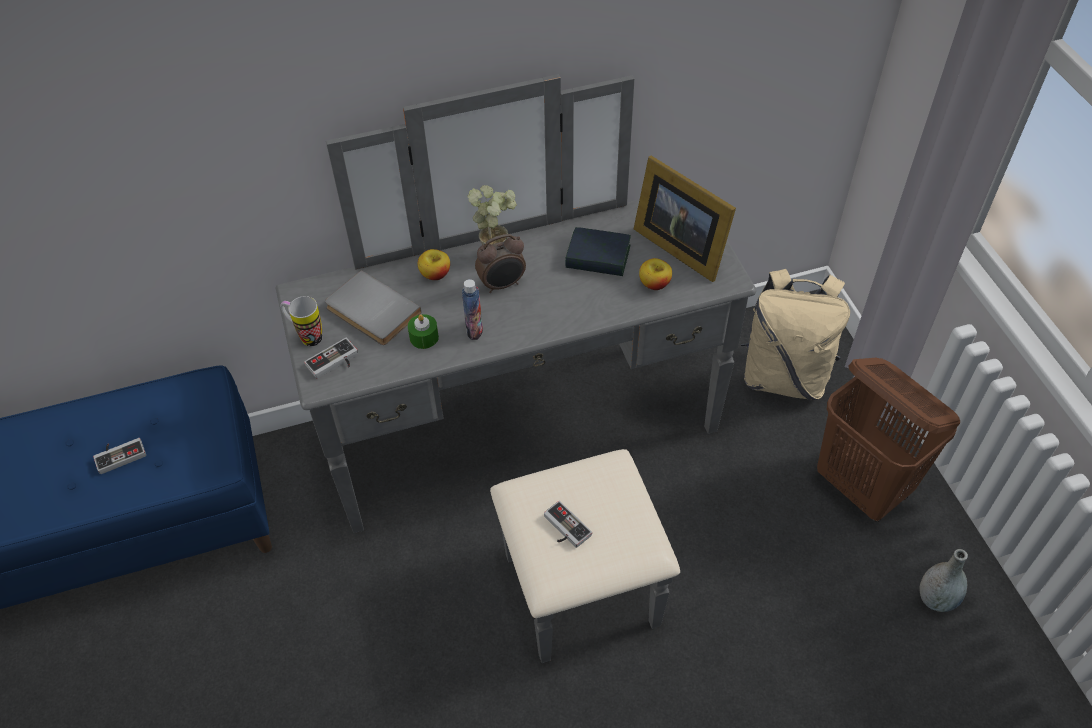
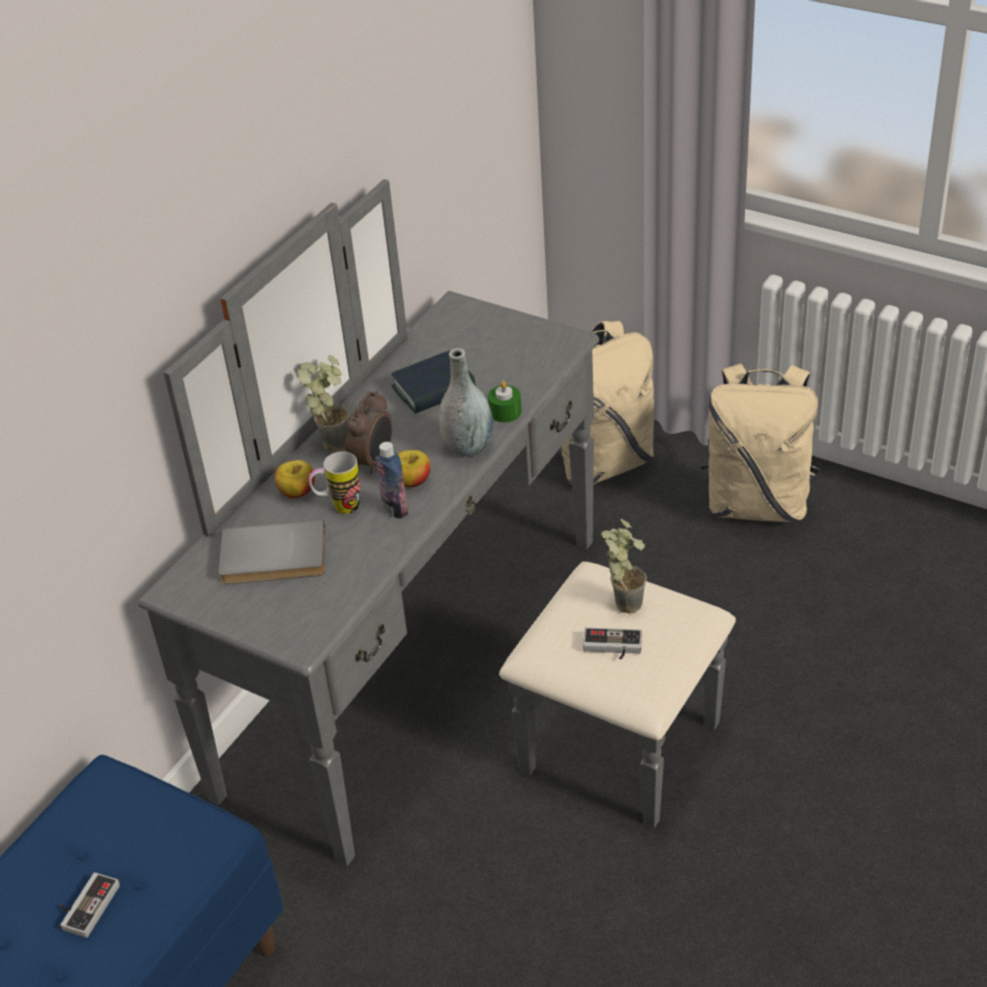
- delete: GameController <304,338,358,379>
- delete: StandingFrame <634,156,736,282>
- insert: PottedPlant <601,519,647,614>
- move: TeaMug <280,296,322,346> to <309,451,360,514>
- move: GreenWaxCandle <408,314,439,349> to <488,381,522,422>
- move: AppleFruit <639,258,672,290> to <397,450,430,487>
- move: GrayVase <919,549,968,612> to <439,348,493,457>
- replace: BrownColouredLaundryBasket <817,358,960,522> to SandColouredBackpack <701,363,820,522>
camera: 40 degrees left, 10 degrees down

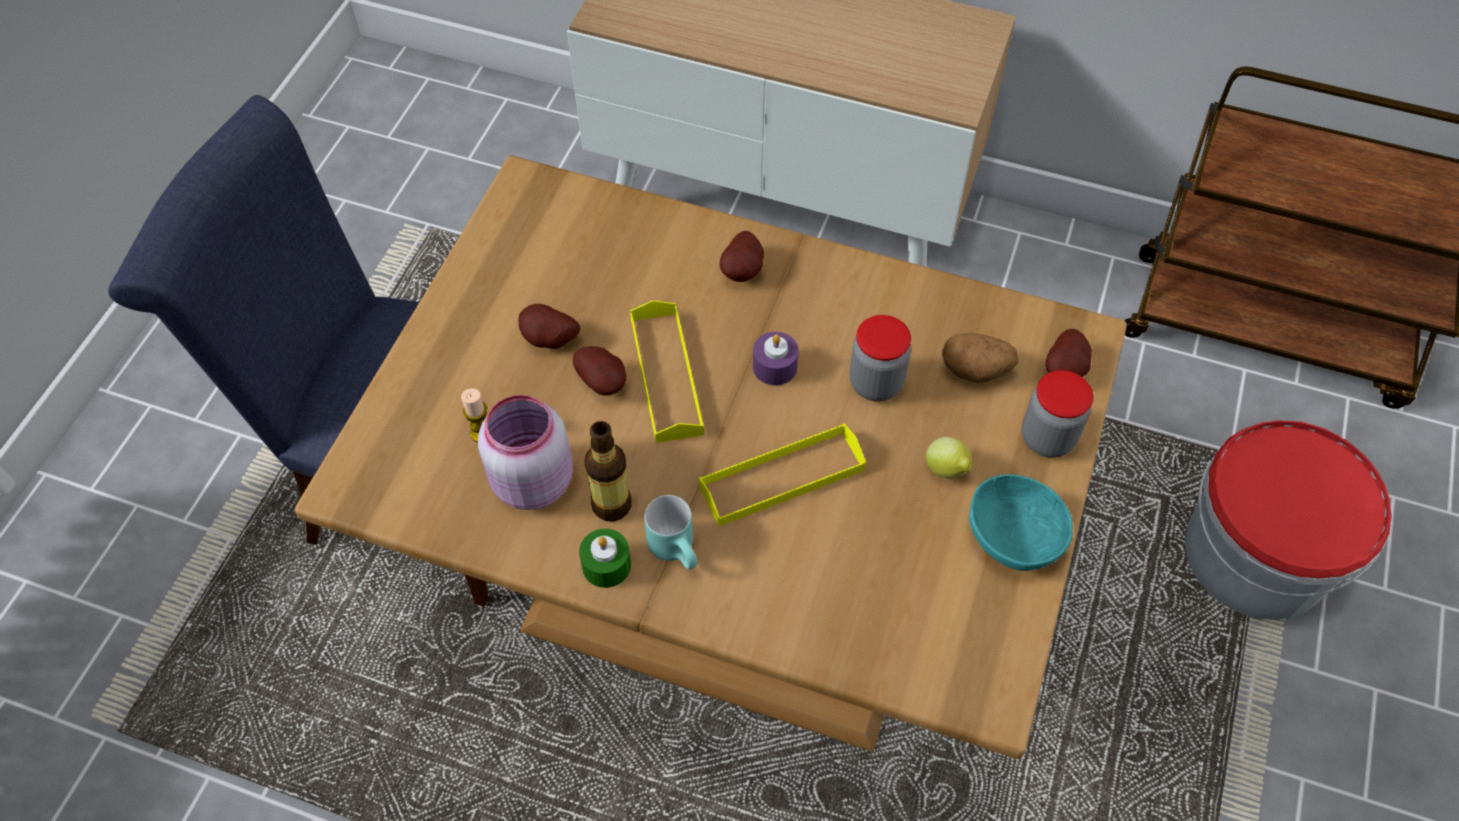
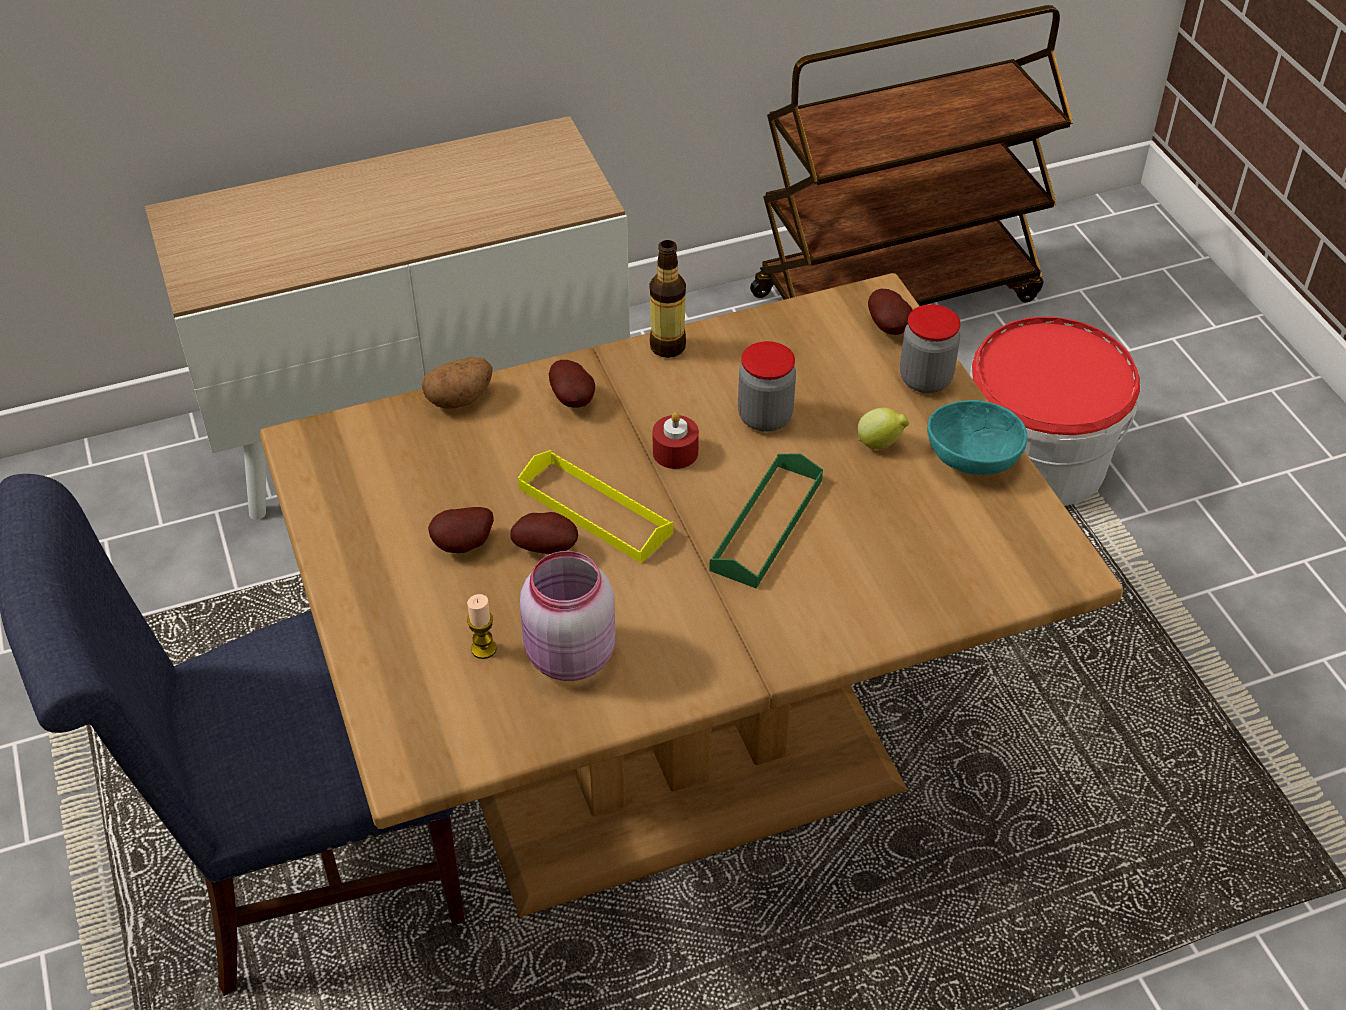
- delete: GreenWaxCandle <579,529,631,588>
- delete: TurquoiseColouredTeaMug <644,495,697,570>
- move: DrinkBottle <584,421,632,522> to <650,240,686,358>
- move: Potato <942,333,1019,383> to <422,357,493,409>
- recolor: YellowColouredServingTray <699,423,866,526> to GreenServingTray <709,453,823,588>
- recolor: PurplishWaxCandle <753,332,799,385> to ReddishWaxCandle <653,412,699,469>
camera: 40 degrees left, 10 degrees down

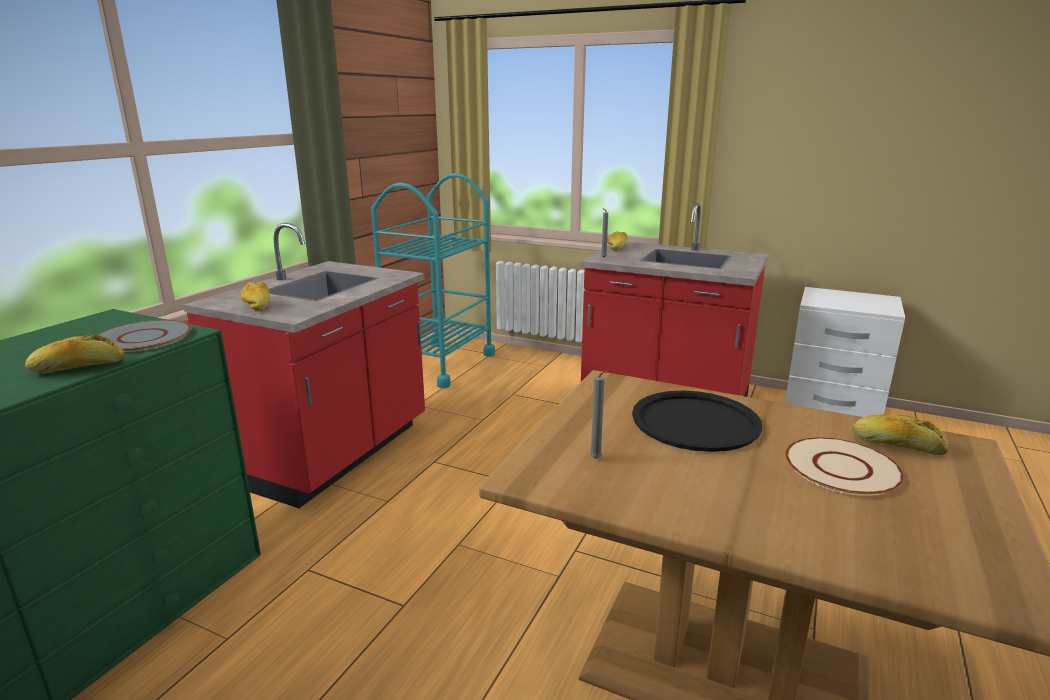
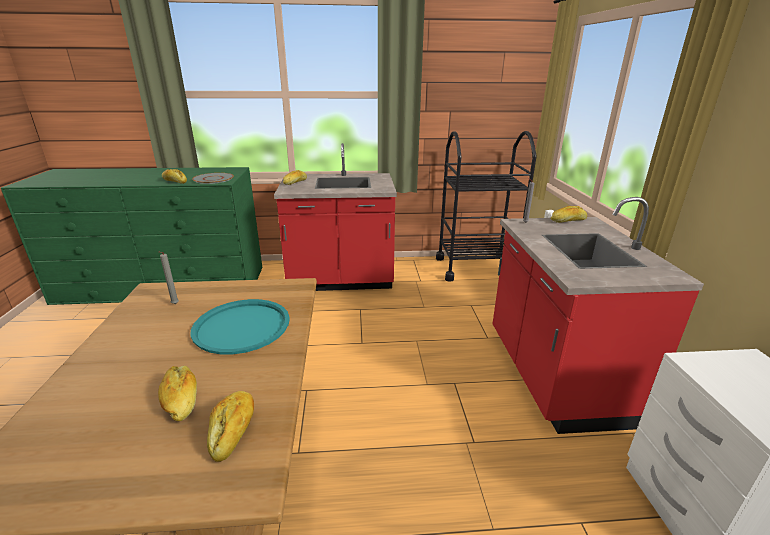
- replace: SandColouredPlate <785,437,904,496> to BakeryBread <158,366,197,421>
- recolor: TurquoiseColouredWheeledCart <371,173,495,388> to BlackColouredWheeledCart <436,131,537,282>
- recolor: BlackColouredServingTray <632,391,762,452> to TurquoiseColouredServingTray <190,299,290,354>
camera: 60 degrees right, 5 degrees up

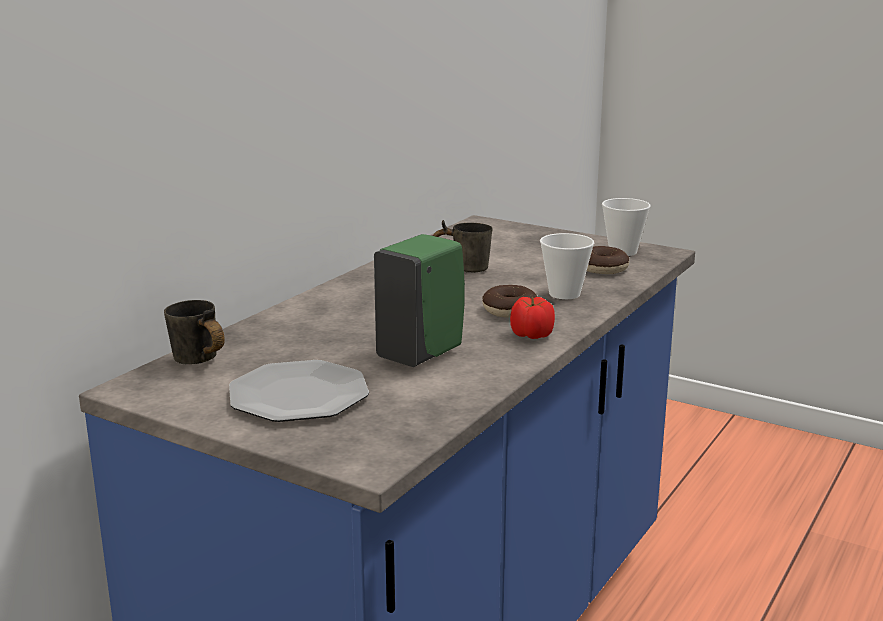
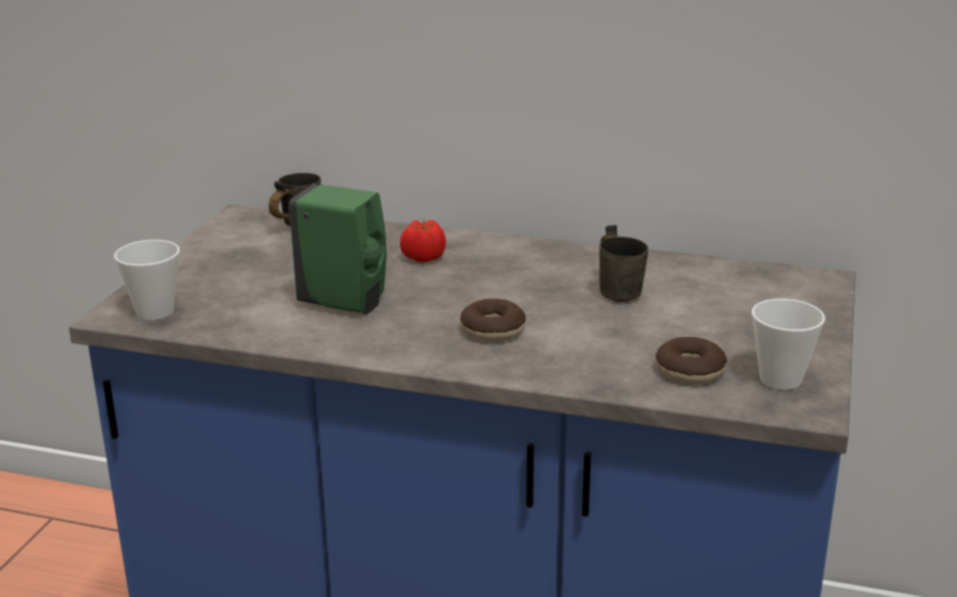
- delete: Plate <229,360,369,422>
- move: WholeTomato <510,297,555,339> to <400,220,446,263>
- move: Cup <540,233,594,299> to <114,240,180,320>
camera: 75 degrees right, 5 degrees up

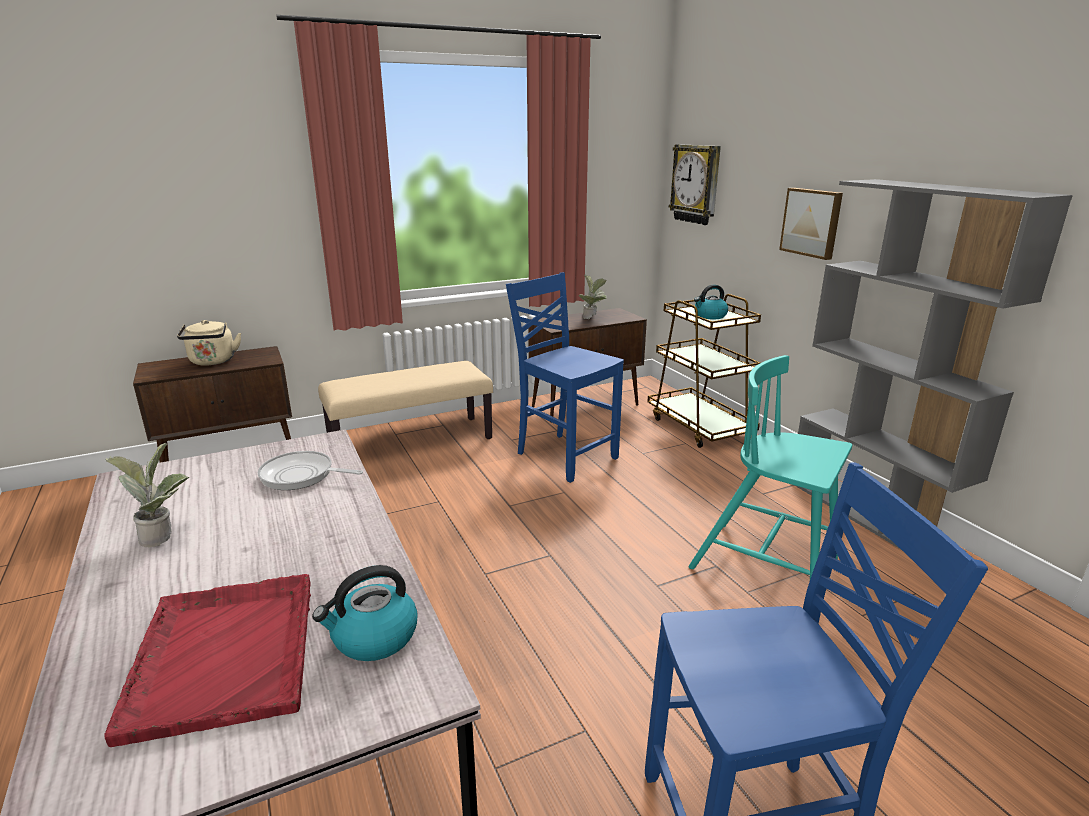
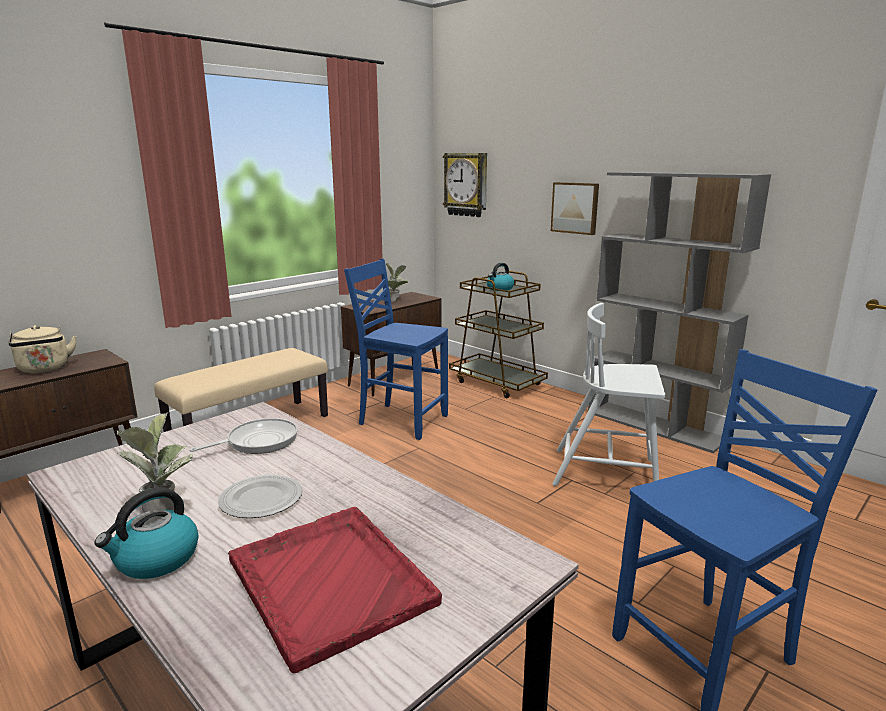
- insert: Plate <218,475,302,518>
- move: WaterKettle <312,565,418,661> to <94,487,198,579>
- recolor: TurquoiseColouredChair <689,355,852,579> to WhitishChair <552,303,665,486>
- rotate: FryingPan <257,451,363,490> = <190,418,298,454> 150 degrees clockwise
camera: 20 degrees left, 5 degrees down

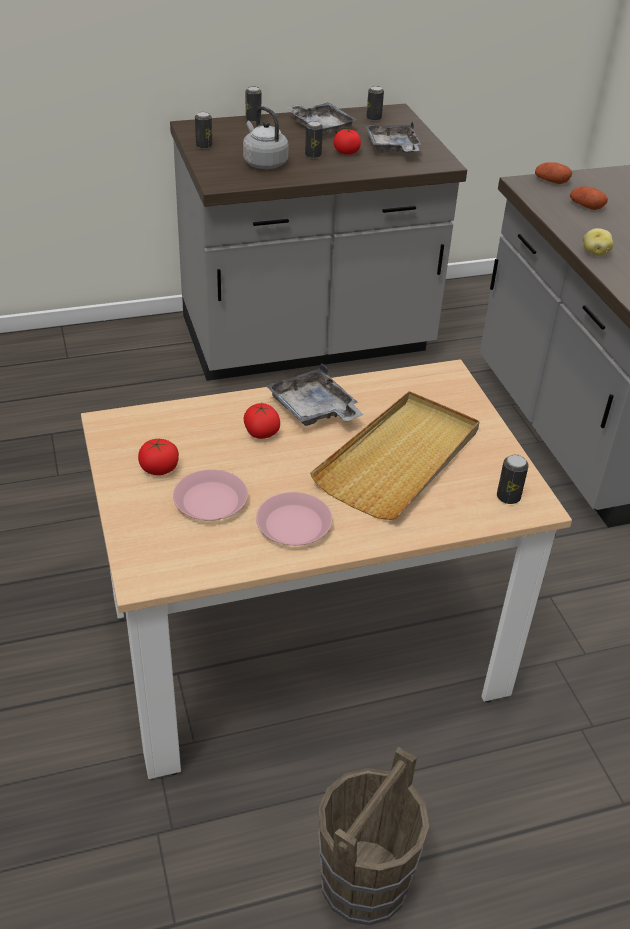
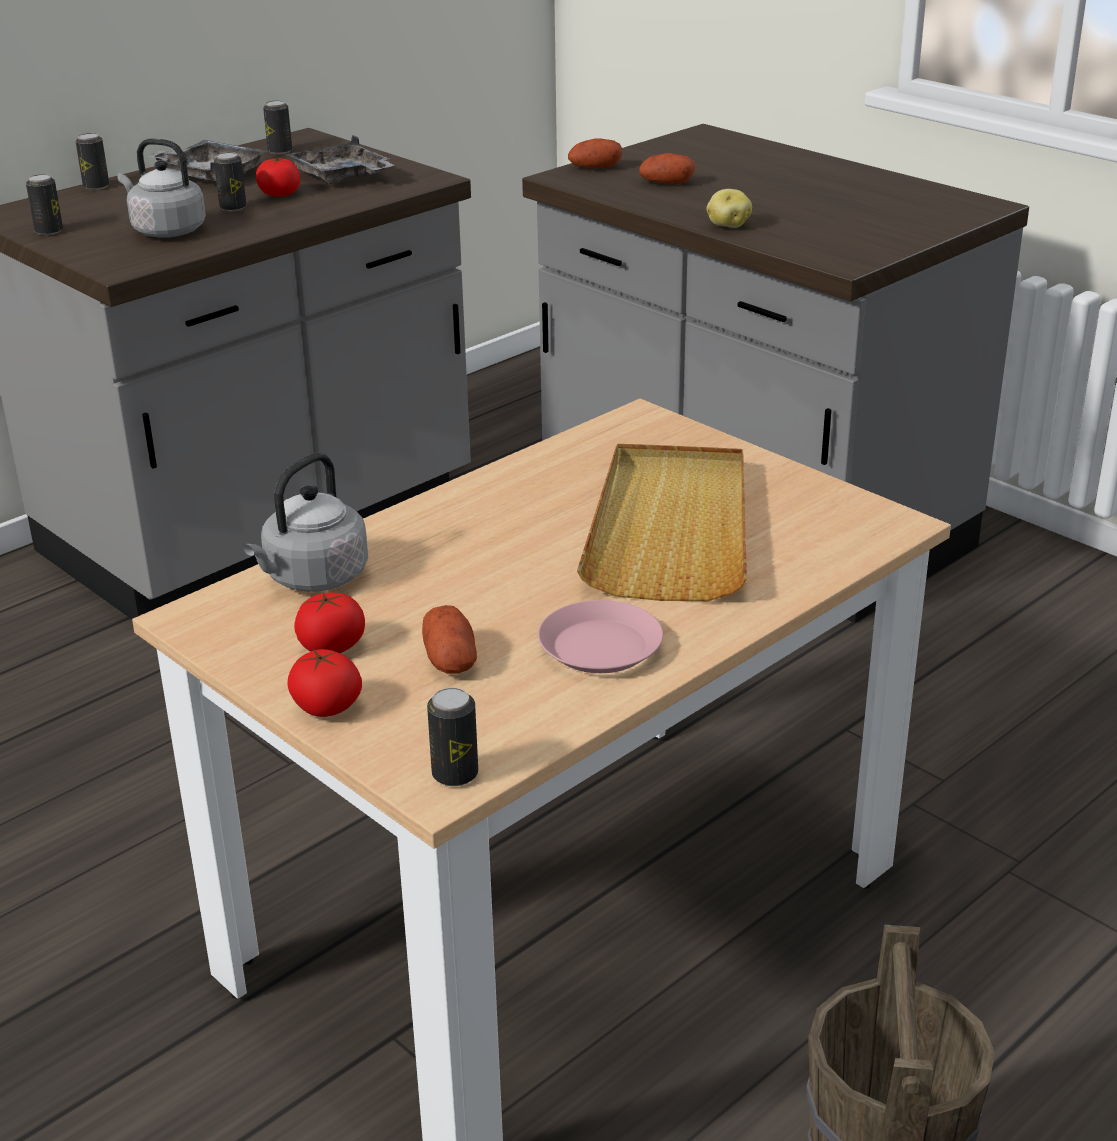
- delete: GrayServingTray <265,363,364,426>
- insert: GrayWaterKettle <243,453,368,592>
- move: WholeTomato <243,403,280,439> to <288,649,362,717>
- move: Can <497,454,529,504> to <427,688,478,786>
- replace: PinkColouredPlate <173,469,248,521> to Potato <422,605,477,674>
camera: 25 degrees left, 10 degrees down

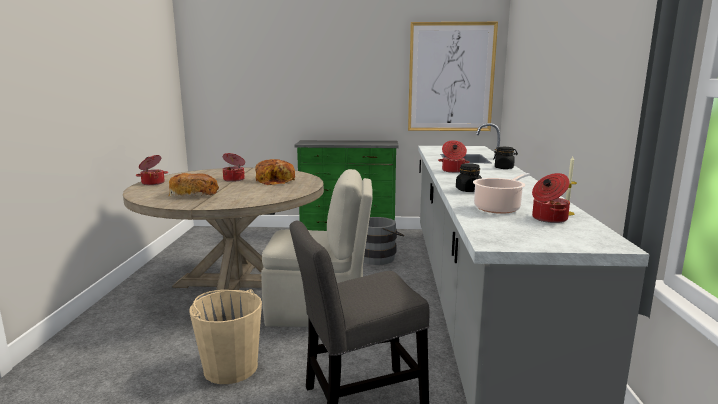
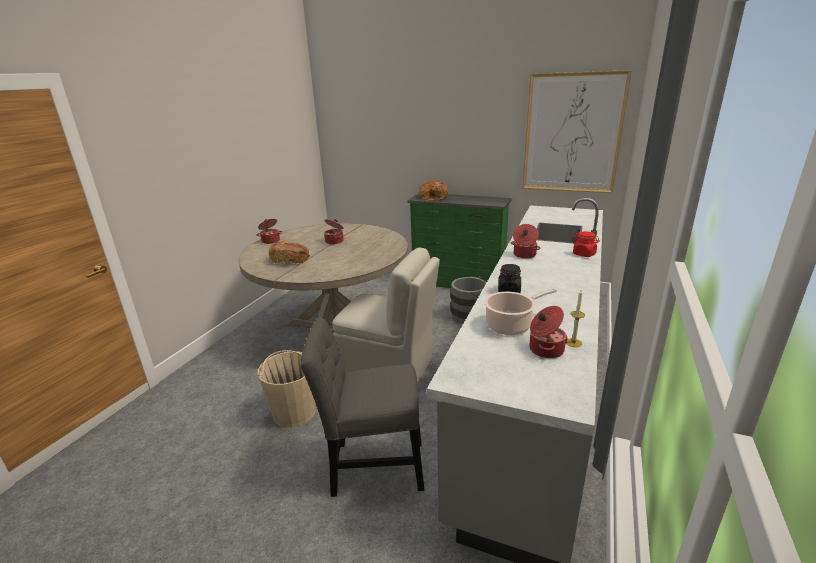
- move: BakeryBread <255,159,295,185> to <419,181,448,201>
- recolor: BlackColouredPreserveJar <493,147,518,169> to ReddishPreserveJar <573,231,600,257>
camera: 20 degrees right, 10 degrees up

